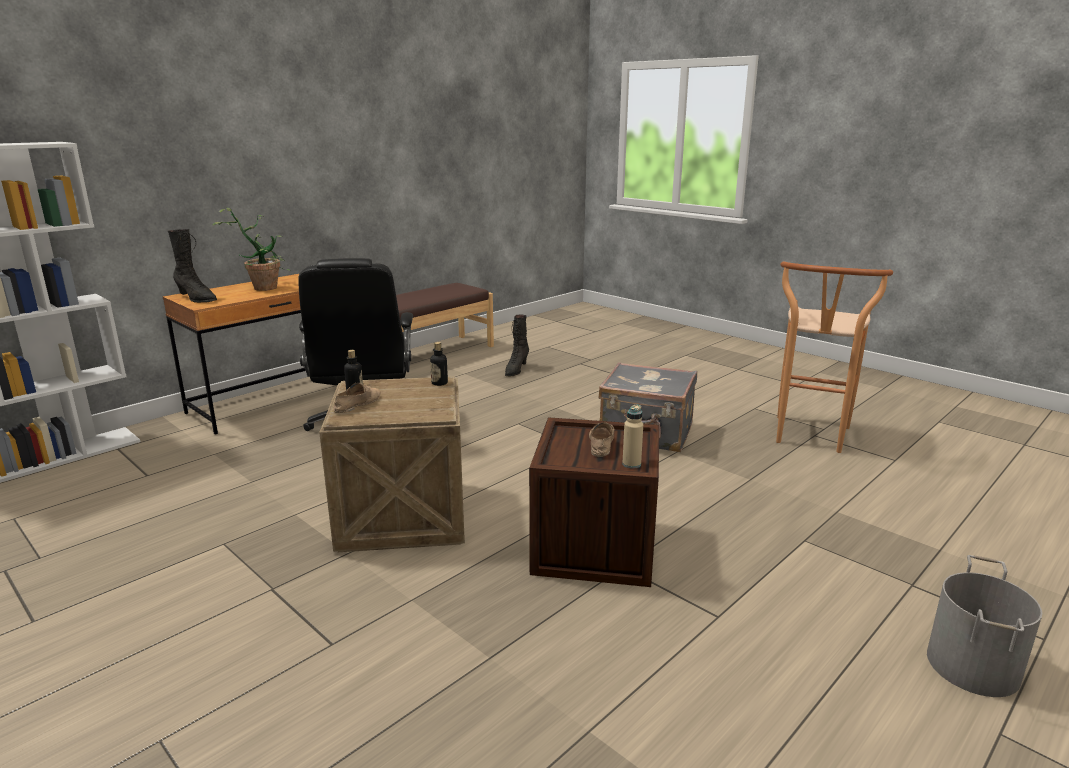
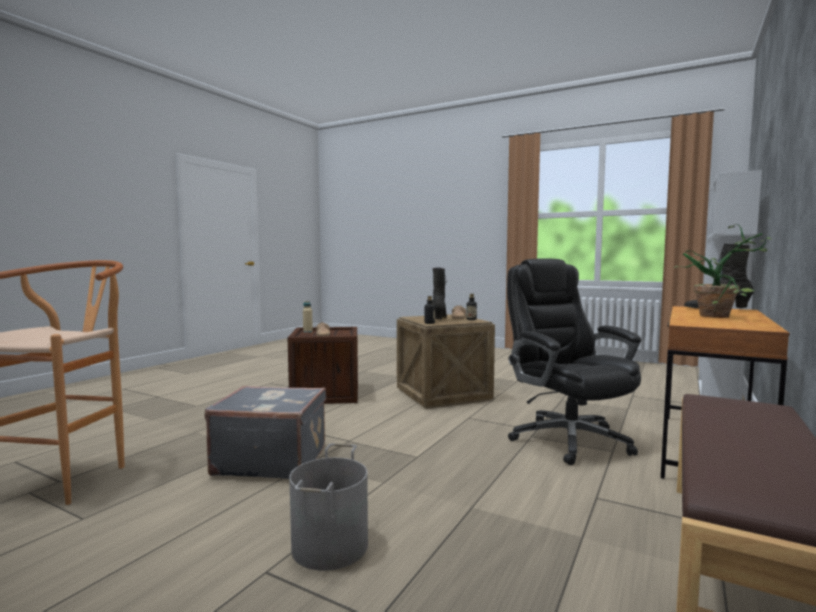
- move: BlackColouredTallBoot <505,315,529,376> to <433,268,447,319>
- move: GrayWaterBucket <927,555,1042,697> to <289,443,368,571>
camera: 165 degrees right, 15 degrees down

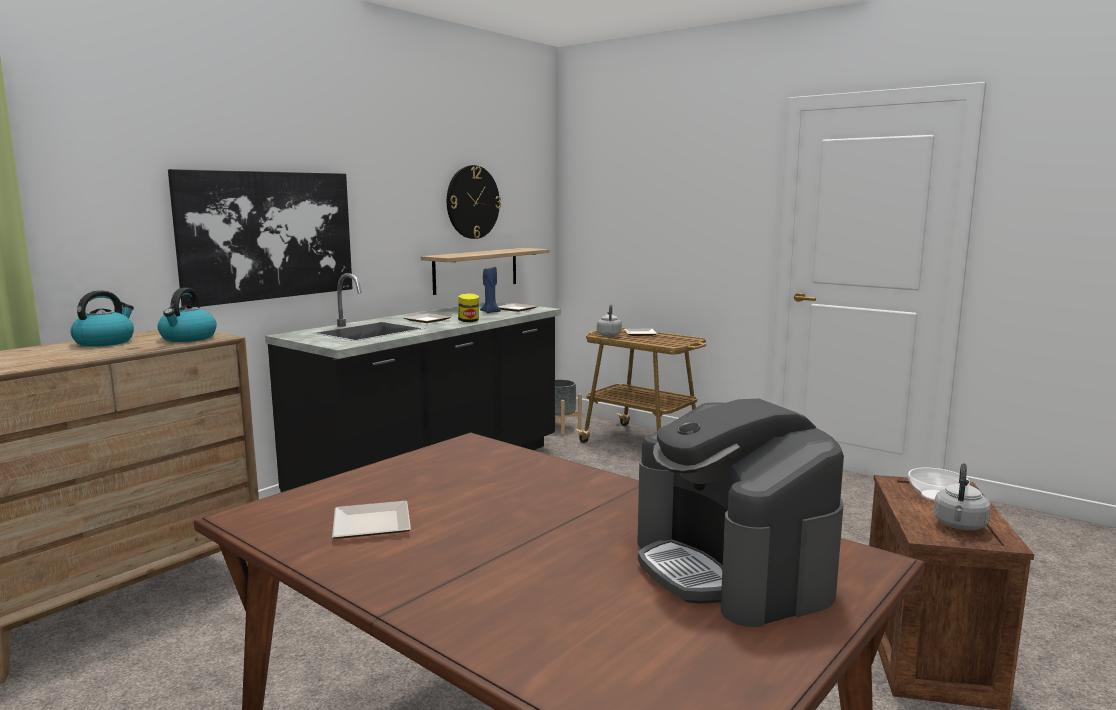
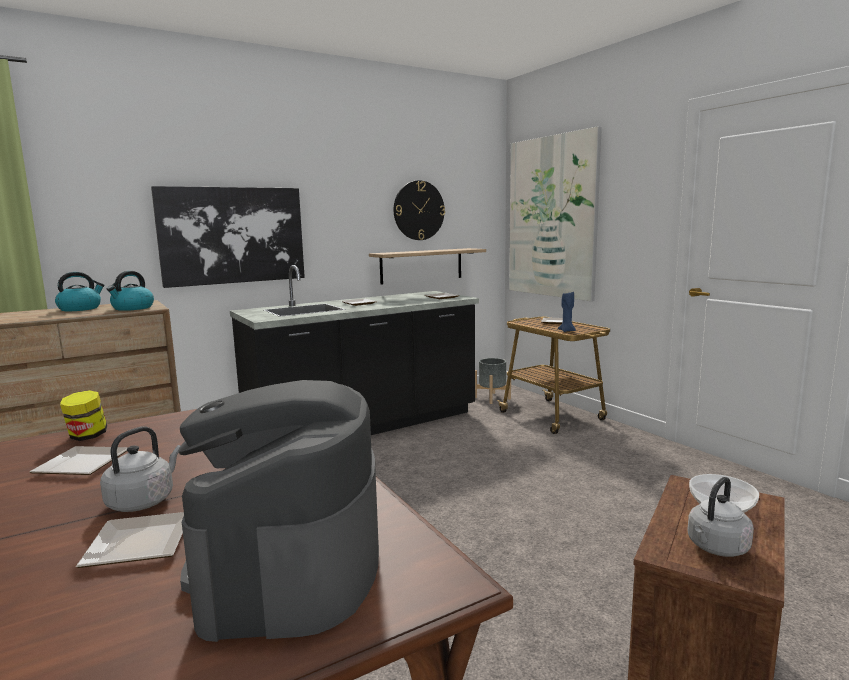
- insert: Plate <76,512,184,568>
- insert: WallPicture <509,126,602,301>
- move: PreserveJar <458,293,479,322> to <60,390,107,441>
- move: BlueWaxCandle <480,267,501,313> to <558,292,576,332>
- move: GrayWaterKettle <597,304,622,337> to <100,426,180,512>
camera: 20 degrees right, 0 degrees up

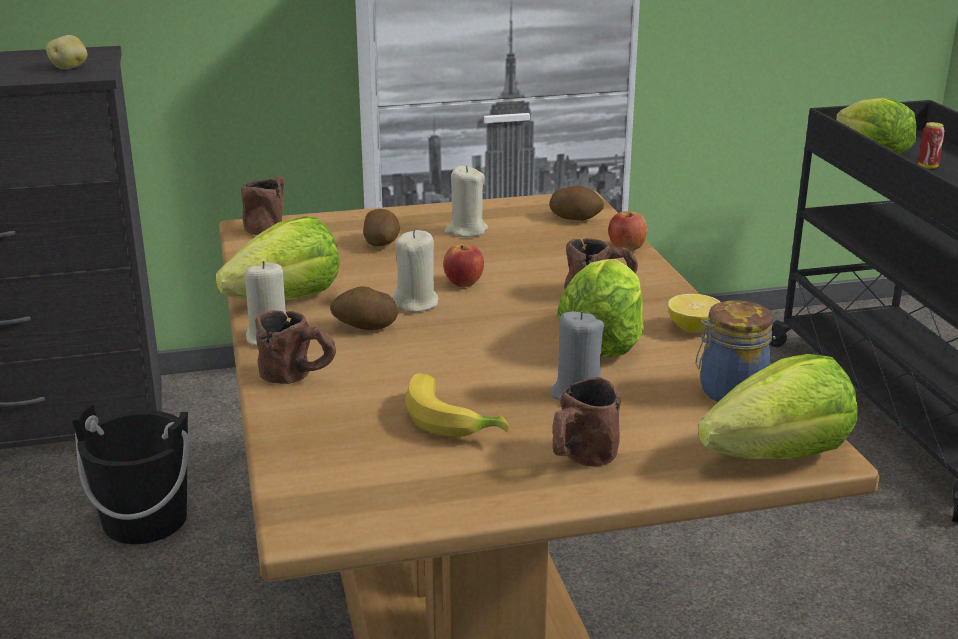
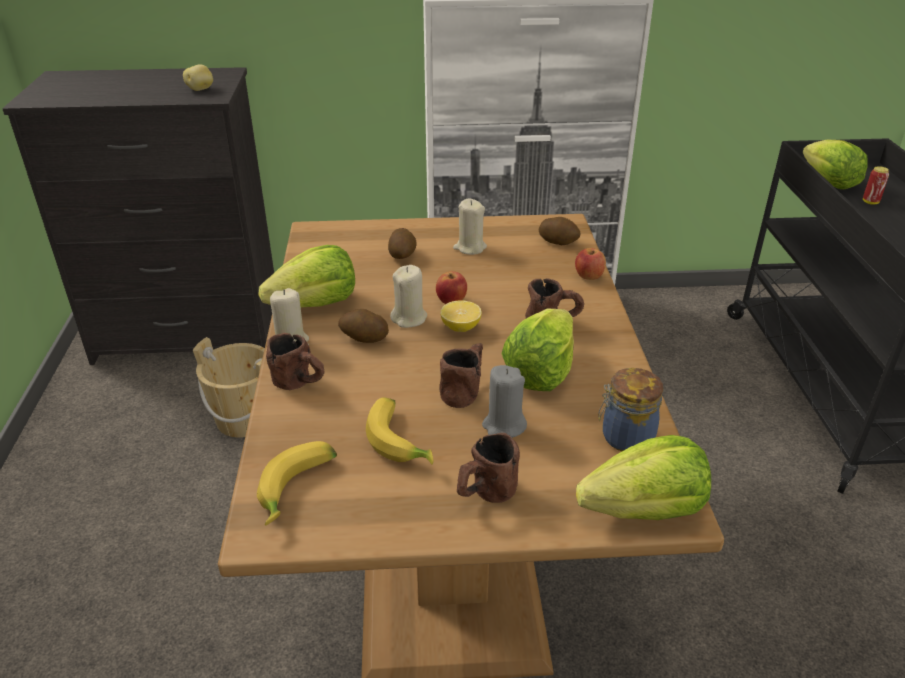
- insert: Banana <257,441,337,525>
- move: BrownColouredTeaMug <241,176,284,235> to <440,343,483,408>
- move: Lemon <668,294,720,333> to <440,300,482,332>
- recolor: BlackColouredWaterBucket <72,403,189,544> to SandColouredWaterBucket <193,337,265,438>
camera: 10 degrees right, 10 degrees up

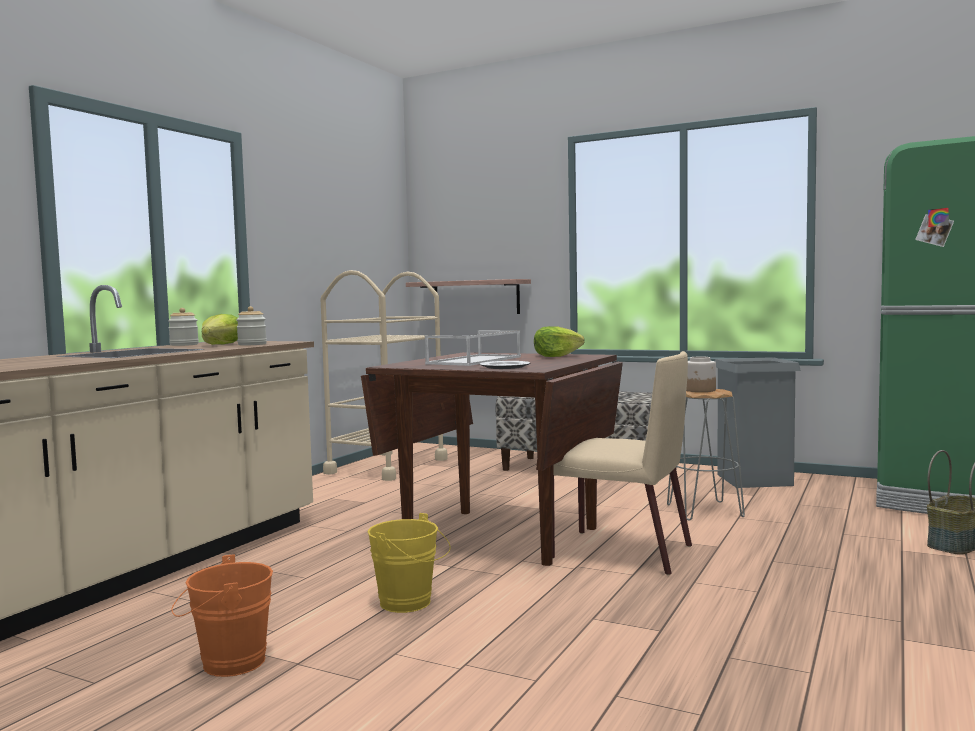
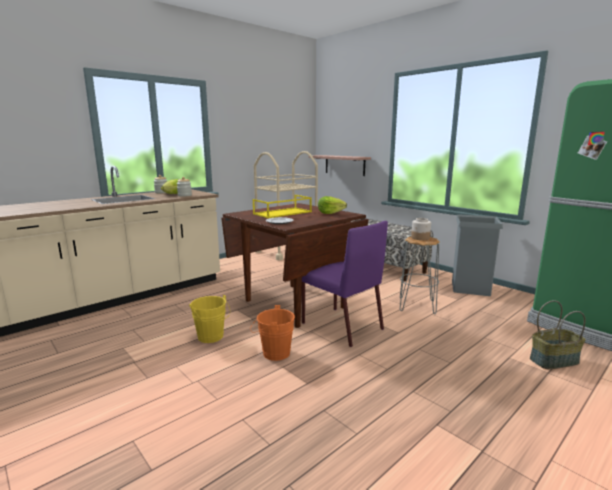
- move: OrangeColouredWaterBucket <171,554,273,677> to <251,305,295,361>
- recolor: WhitishServingTray <425,330,521,366> to YellowColouredServingTray <253,195,312,218>
- recolor: SandColouredChair <553,351,692,575> to PurplishChair <301,221,388,347>
camera: 20 degrees right, 10 degrees up

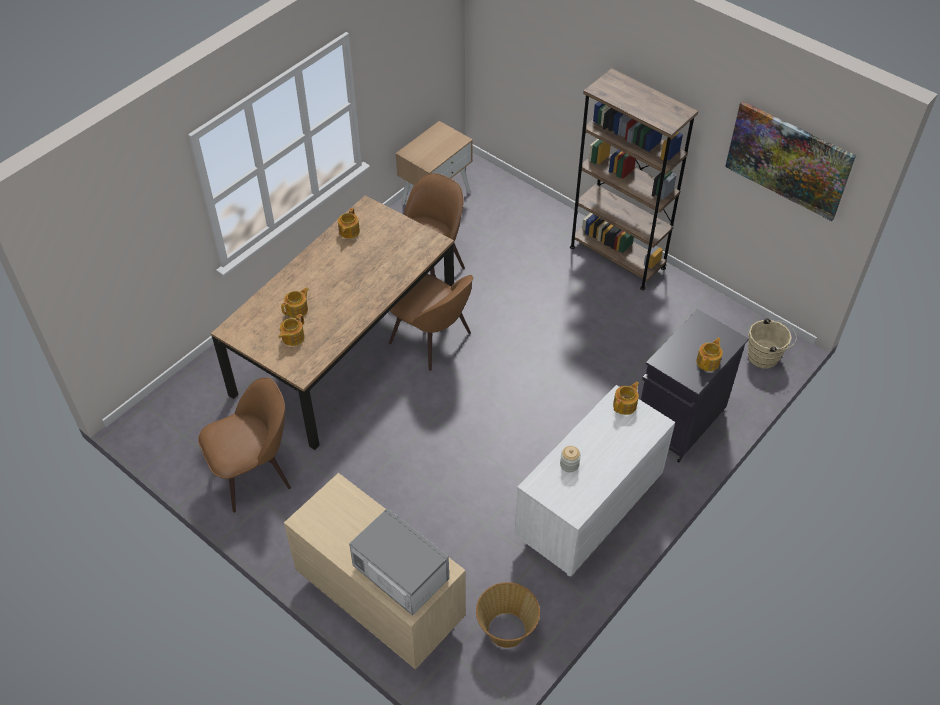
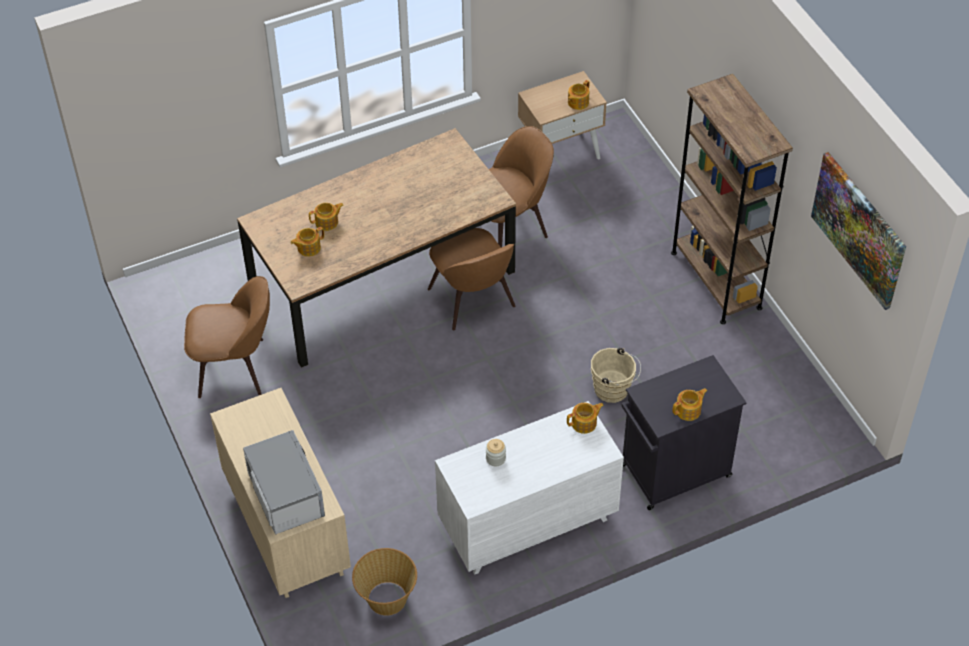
- move: PotForTea <338,208,360,239> to <568,80,590,110>
- move: SandColouredWaterBucket <748,318,797,368> to <591,348,641,403>
camera: 25 degrees right, 0 degrees up

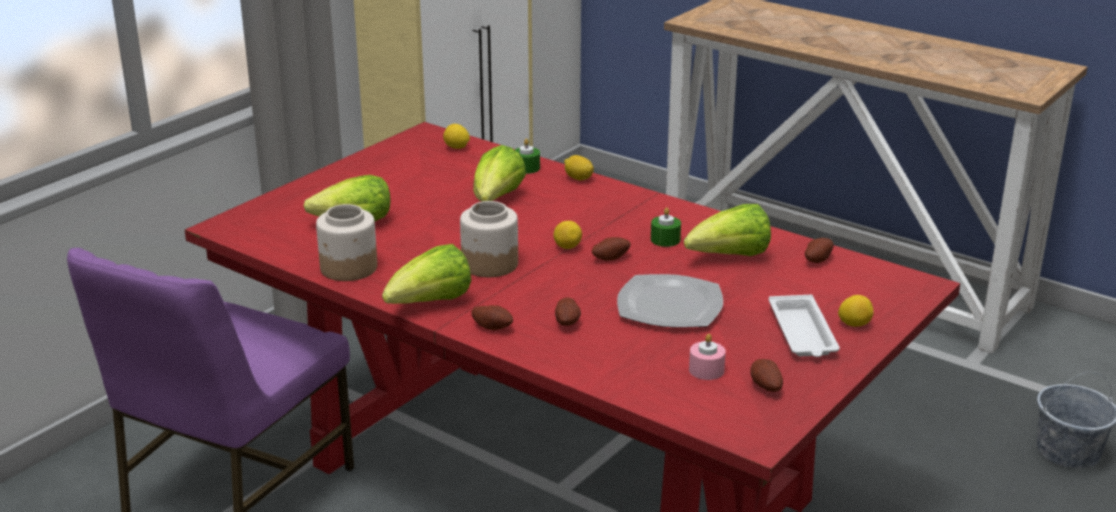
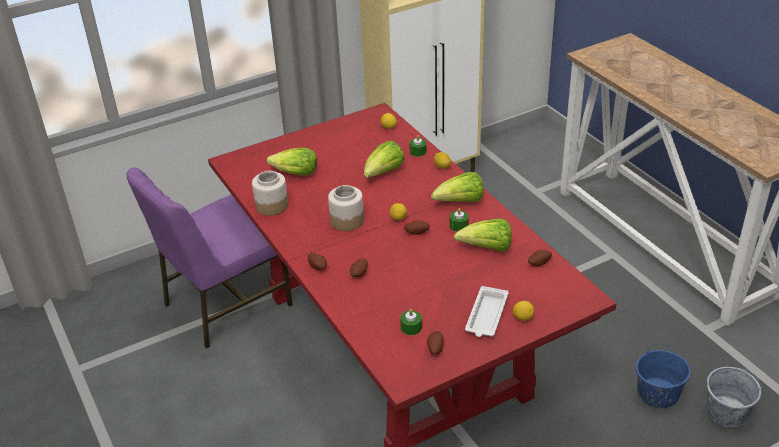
- delete: Plate <617,274,723,328>
- insert: BlueWaterBucket <636,344,691,408>
- move: LettuceHead <382,244,471,304> to <431,172,484,202>
- recolor: PinkColouredWaxCandle <689,334,726,380> to GreenWaxCandle <400,309,422,335>
camera: 25 degrees right, 10 degrees up

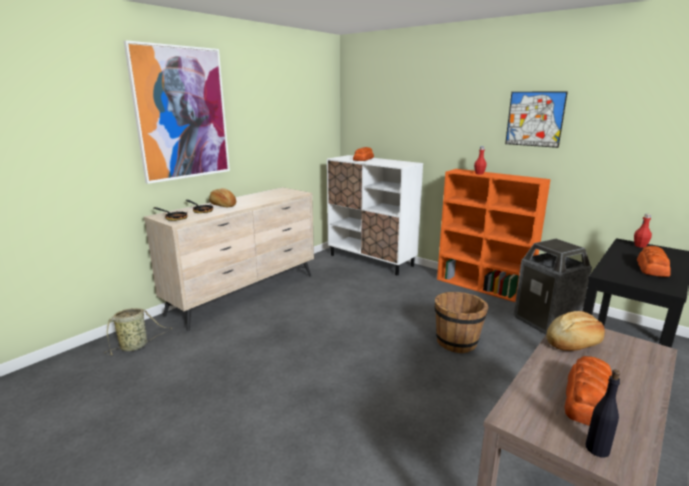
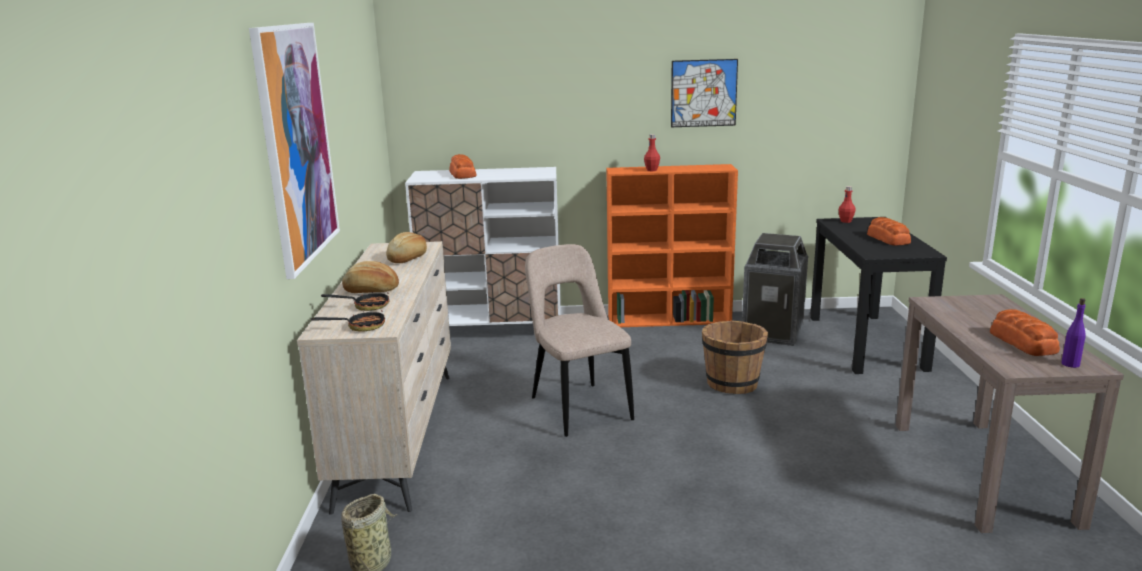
- insert: SandColouredChair <525,244,634,437>
- move: BakeryBread <546,311,605,351> to <386,232,427,263>
- recolor: BlackColouredDrinkBottle <586,370,620,457> to PurplishDrinkBottle <1061,298,1086,368>
camera: 40 degrees left, 0 degrees up

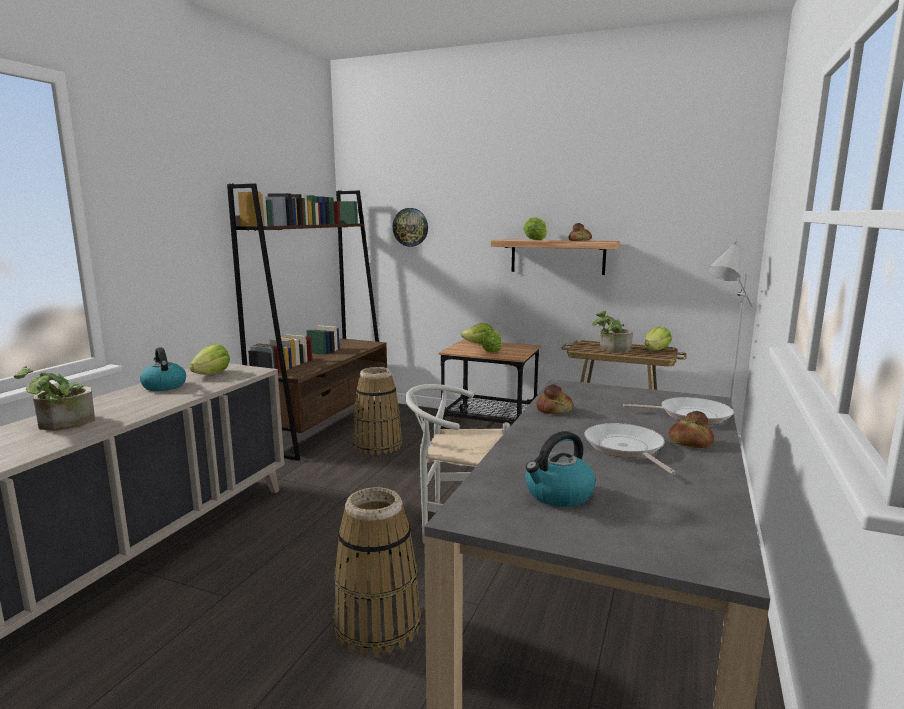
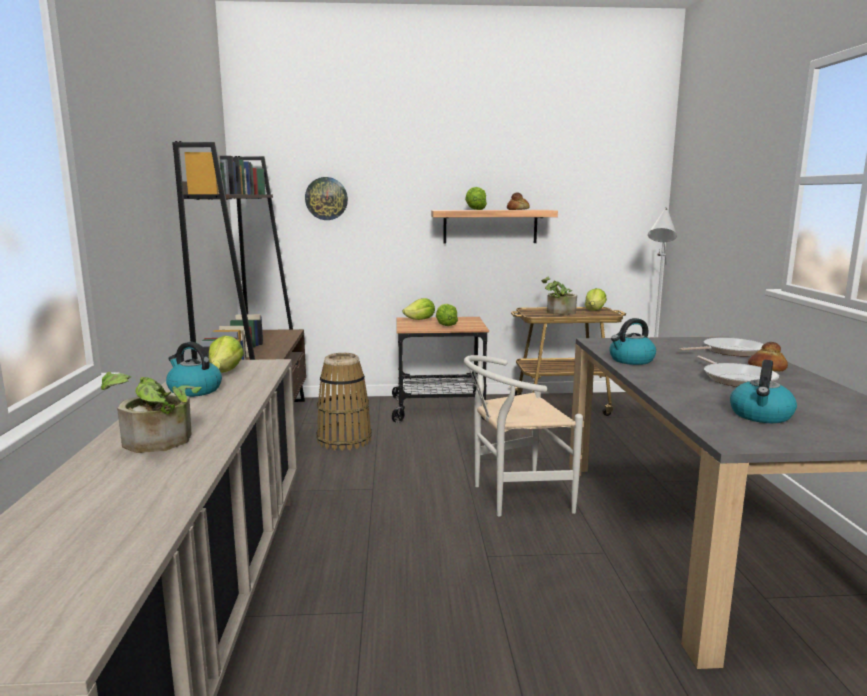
- delete: Basket <333,487,421,656>
- replace: BakeryBread <536,384,573,414> to WaterKettle <609,318,656,365>
- rotate: FryingPan <585,423,676,475> = <697,356,779,387> 150 degrees counterclockwise
camera: 25 degrees left, 0 degrees up

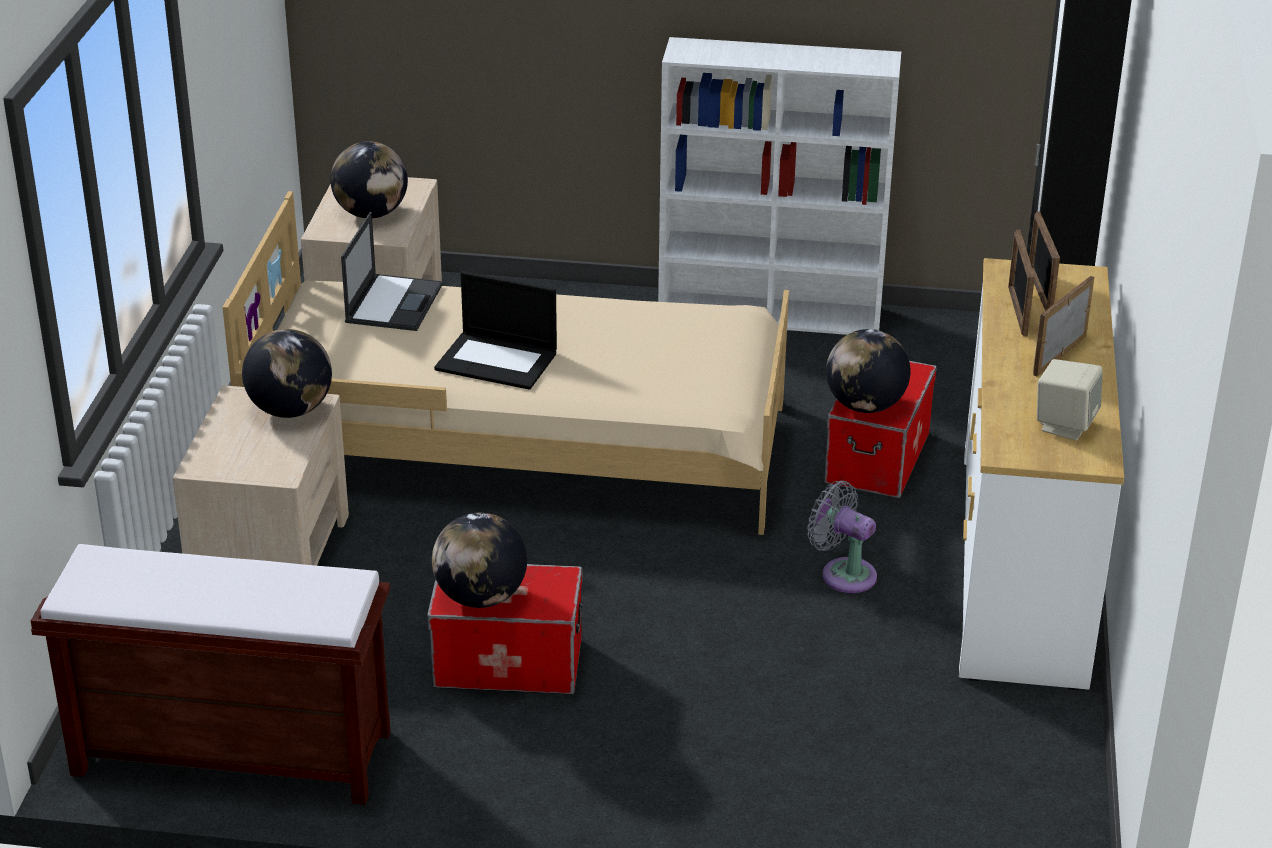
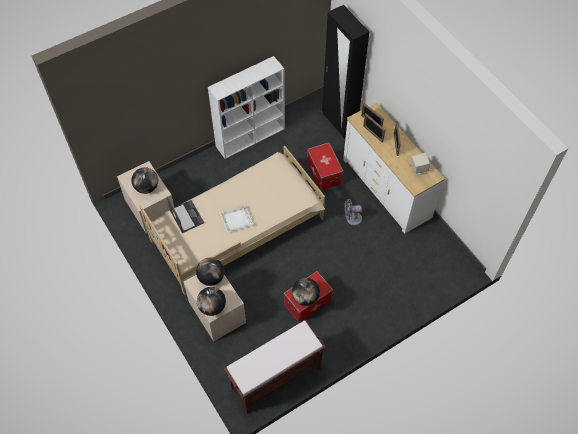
- move: Globe <826,329,911,413> to <197,287,226,316>
- replace: Laptop <434,271,557,390> to WhitishServingTray <220,204,254,233>
camera: 40 degrees left, 25 degrees up

